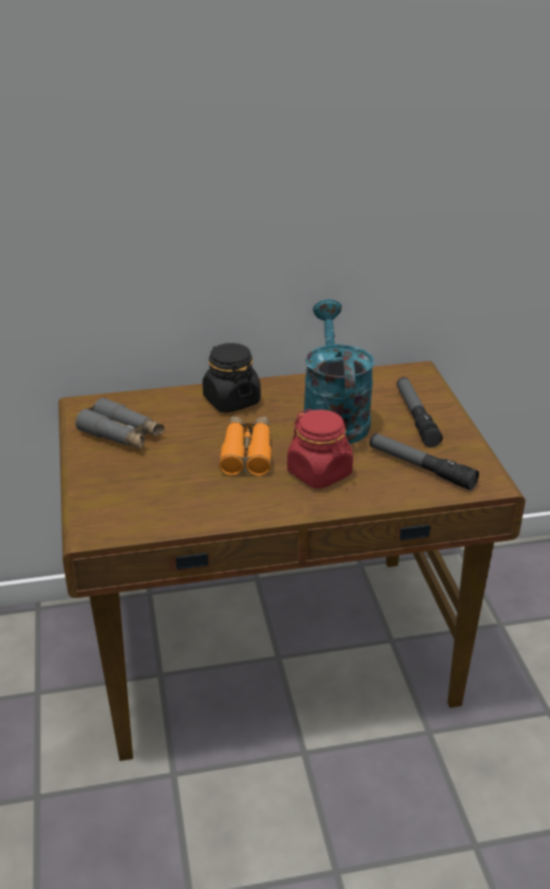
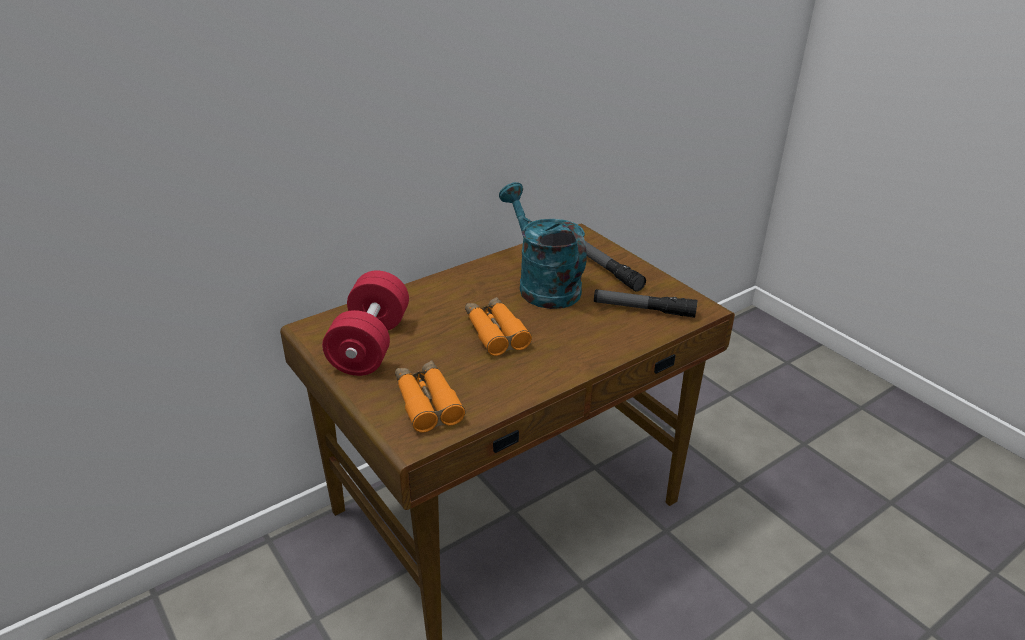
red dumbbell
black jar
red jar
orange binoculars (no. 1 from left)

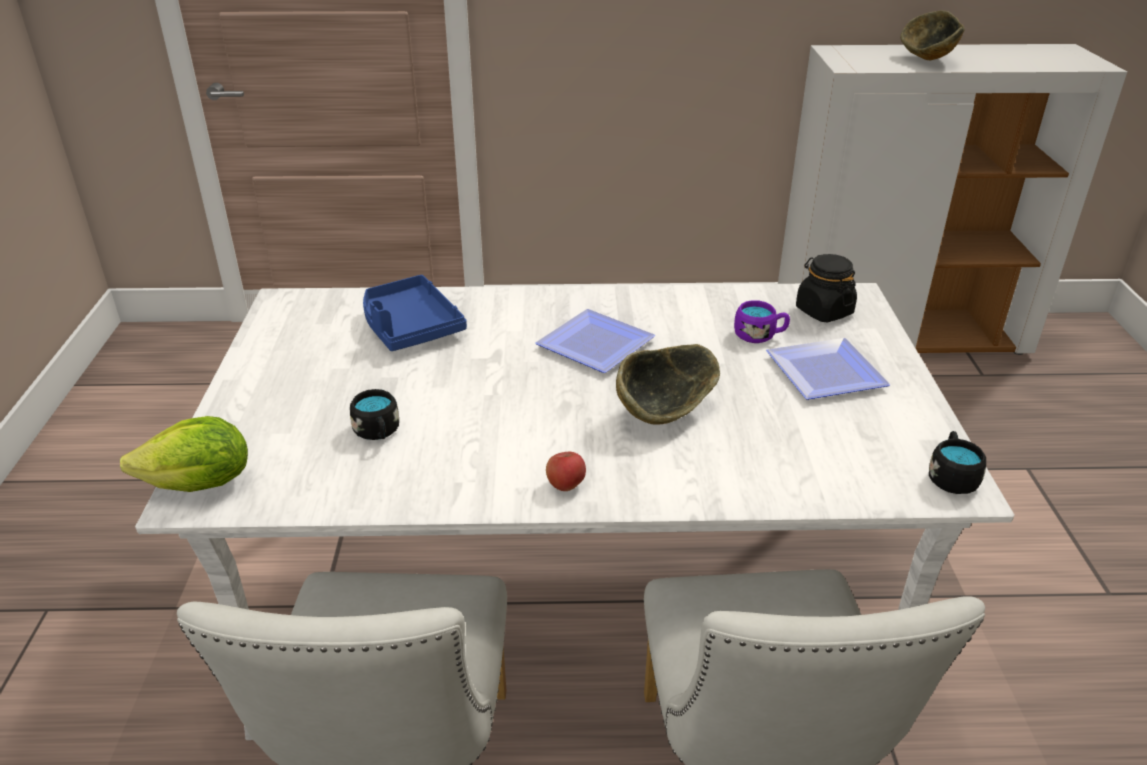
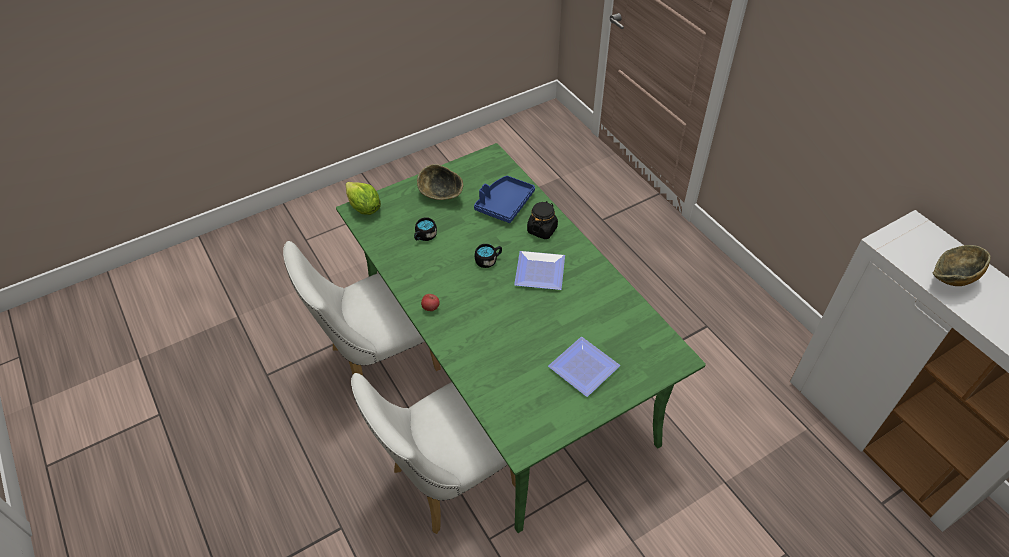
green dining table
bowl (no. 1 from left)
purple mug
black jar
black mug (no. 2 from left)

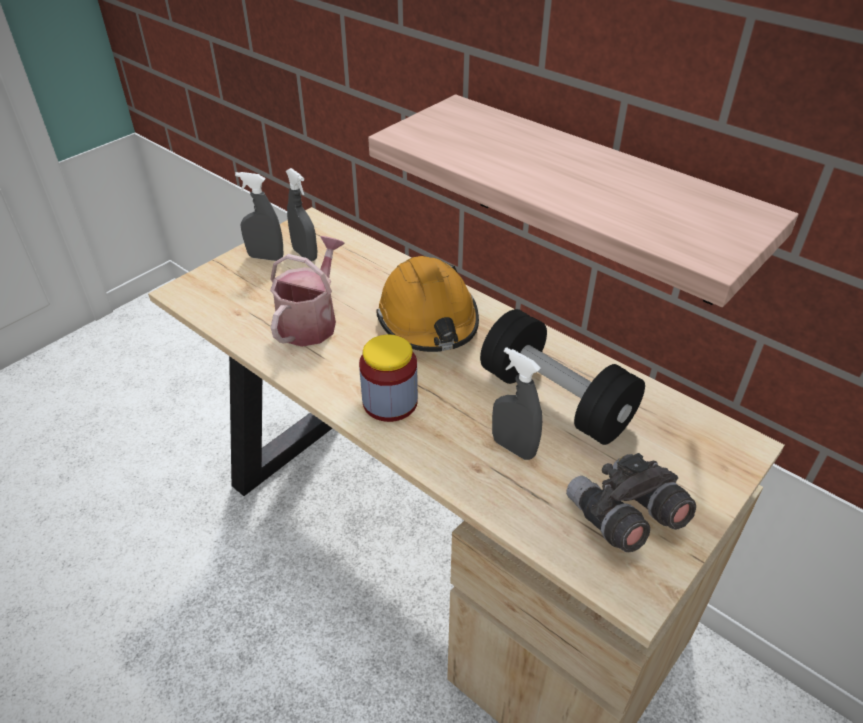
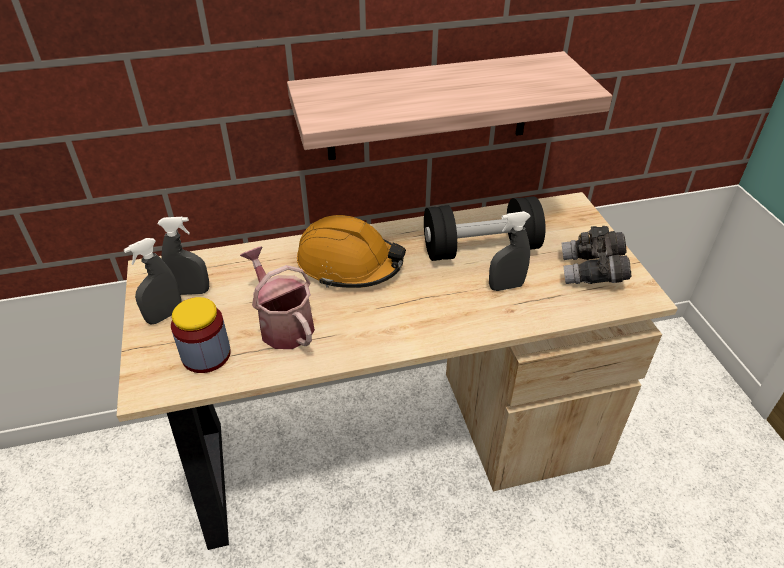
jar

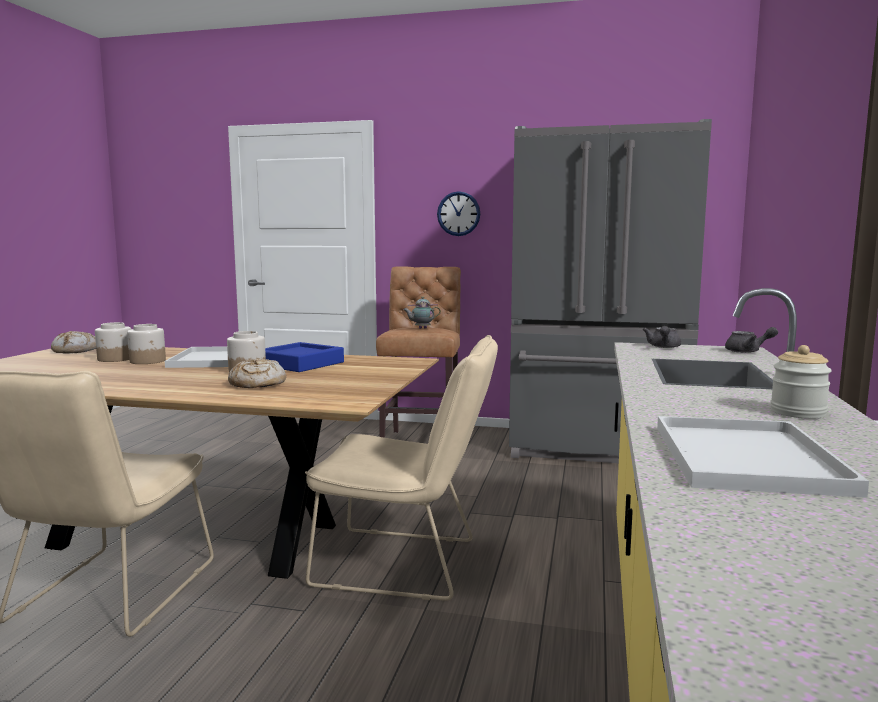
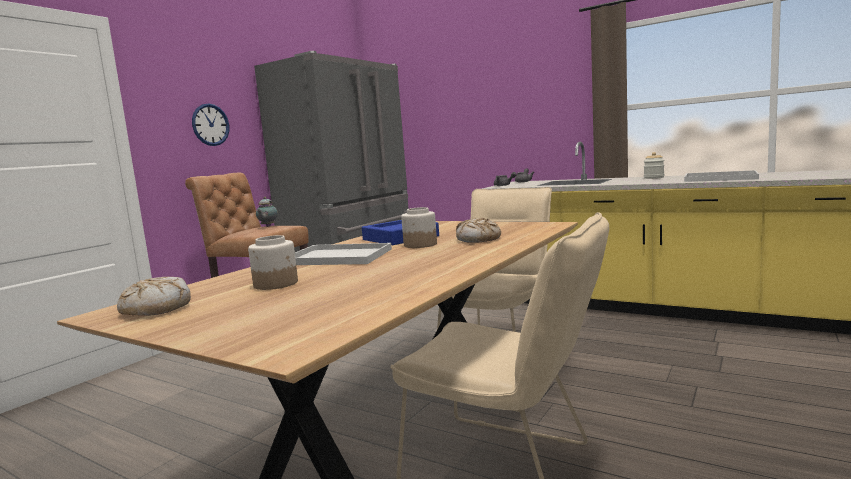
jar (no. 2 from left in the first image)

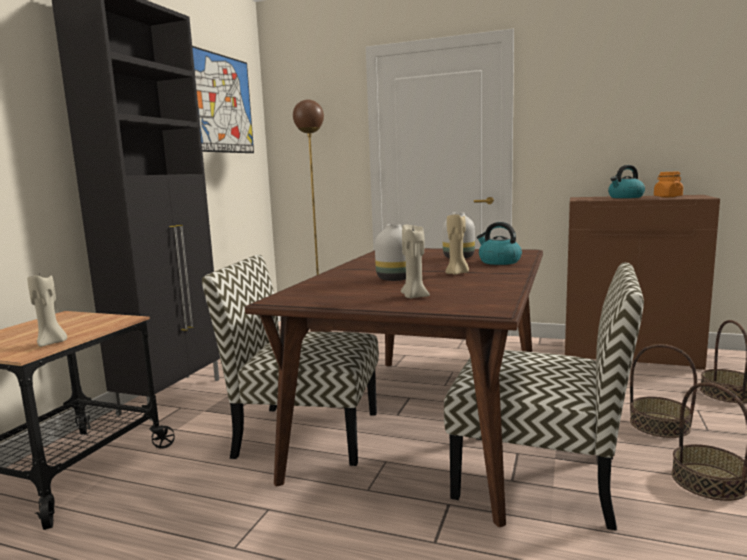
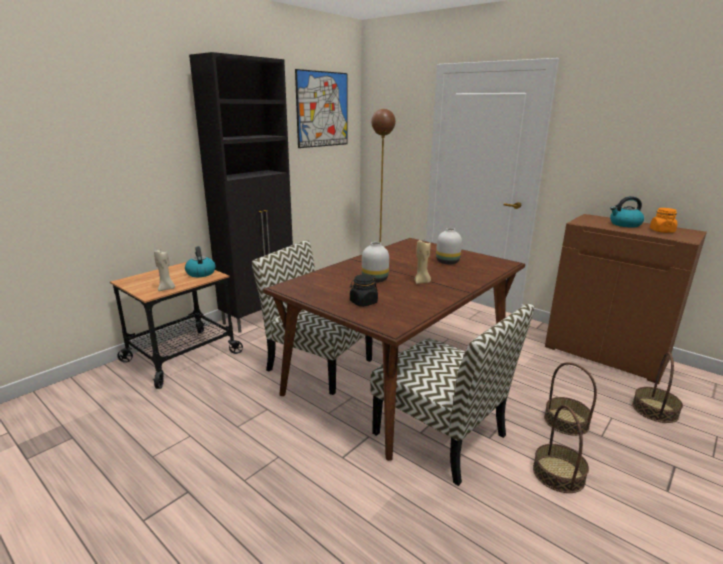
black jar
kettle (no. 1 from left)

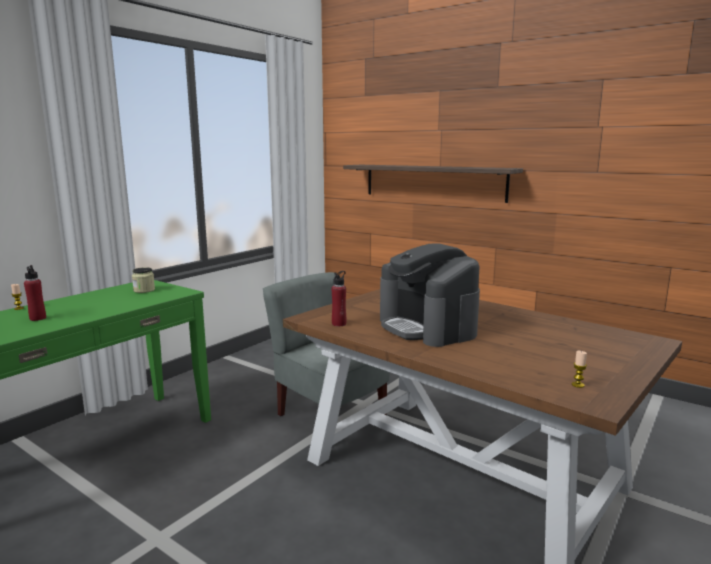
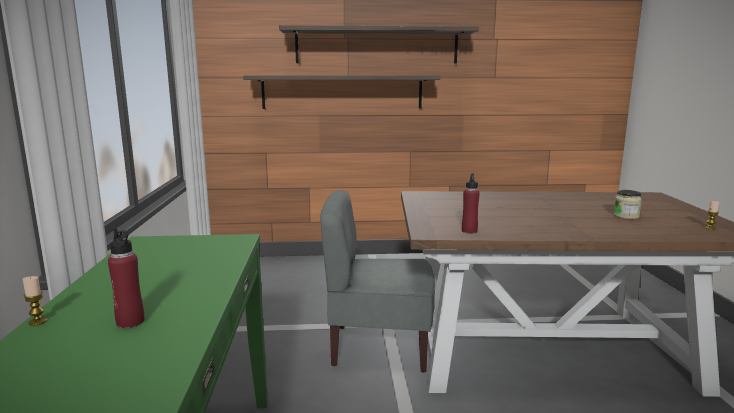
jar
coffee machine
shelf (no. 2 from left)

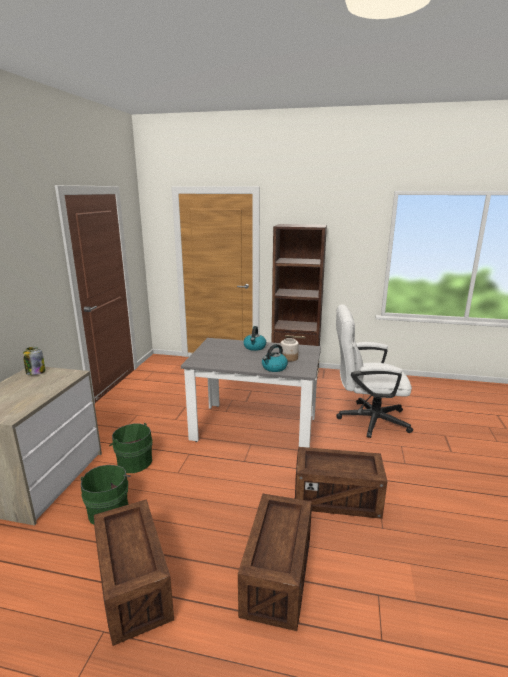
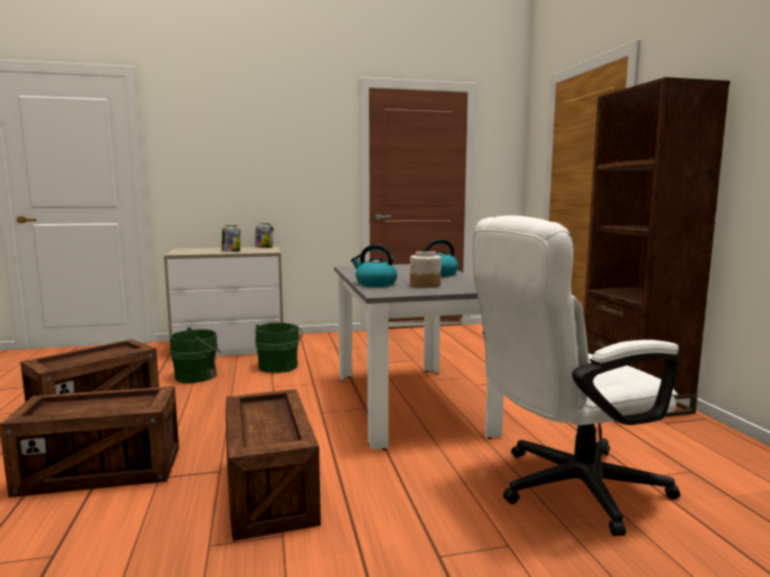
white office chair
jar (no. 1 from left)

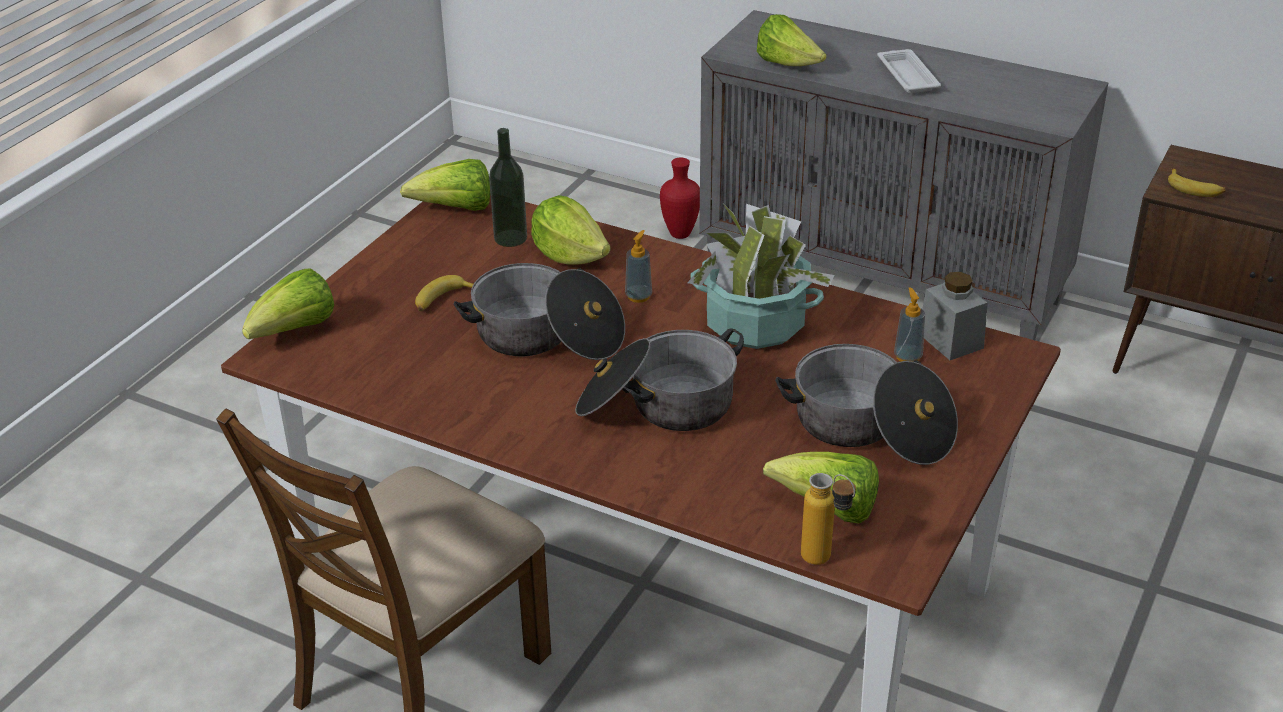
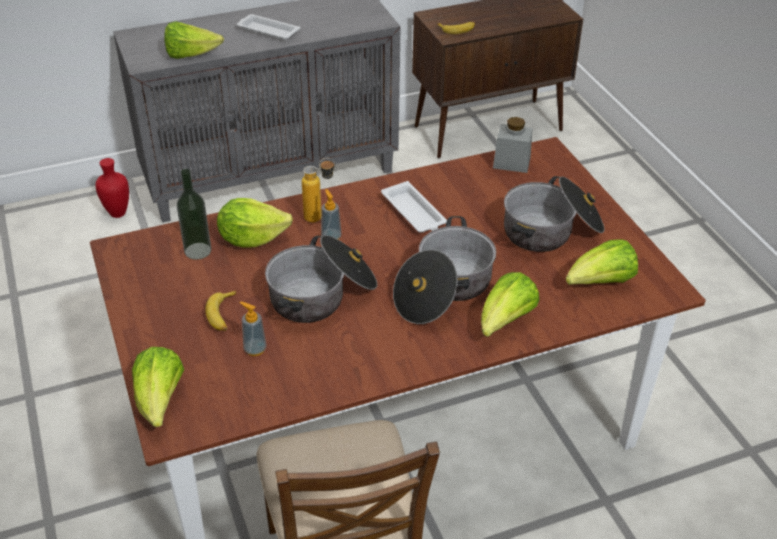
lettuce (no. 4 from left)
white tray (no. 2 from left)
bottle (no. 2 from left)
soap dispenser (no. 1 from left)

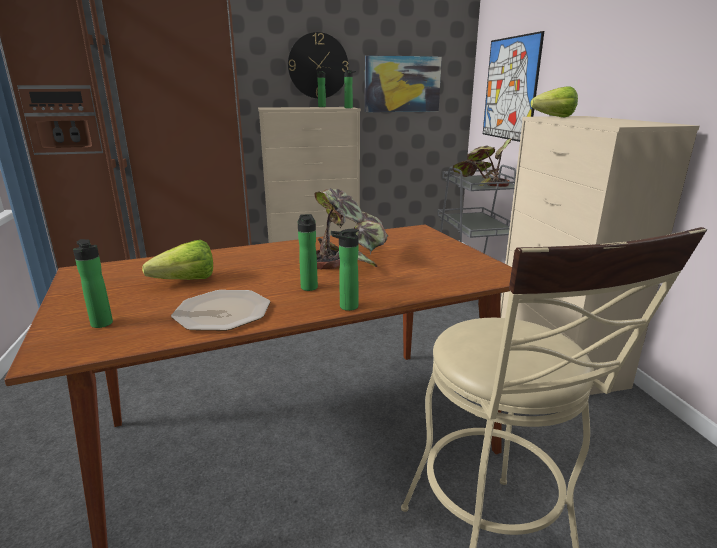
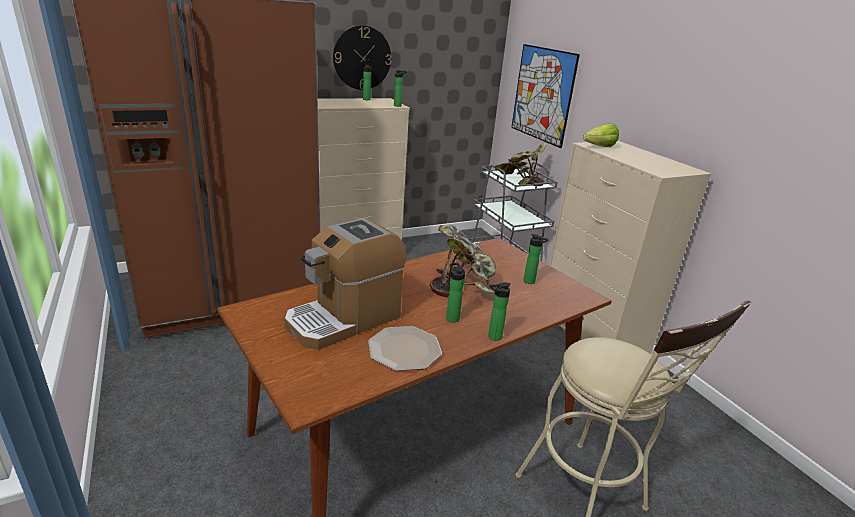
bottle (no. 5 from left)
coffee machine
picture (no. 1 from left in the first image)

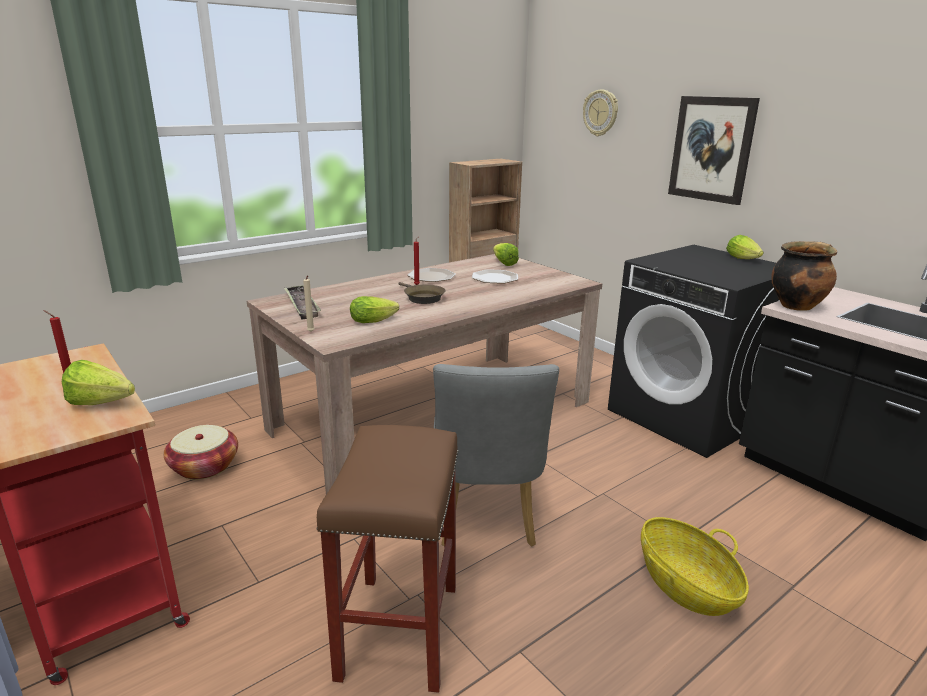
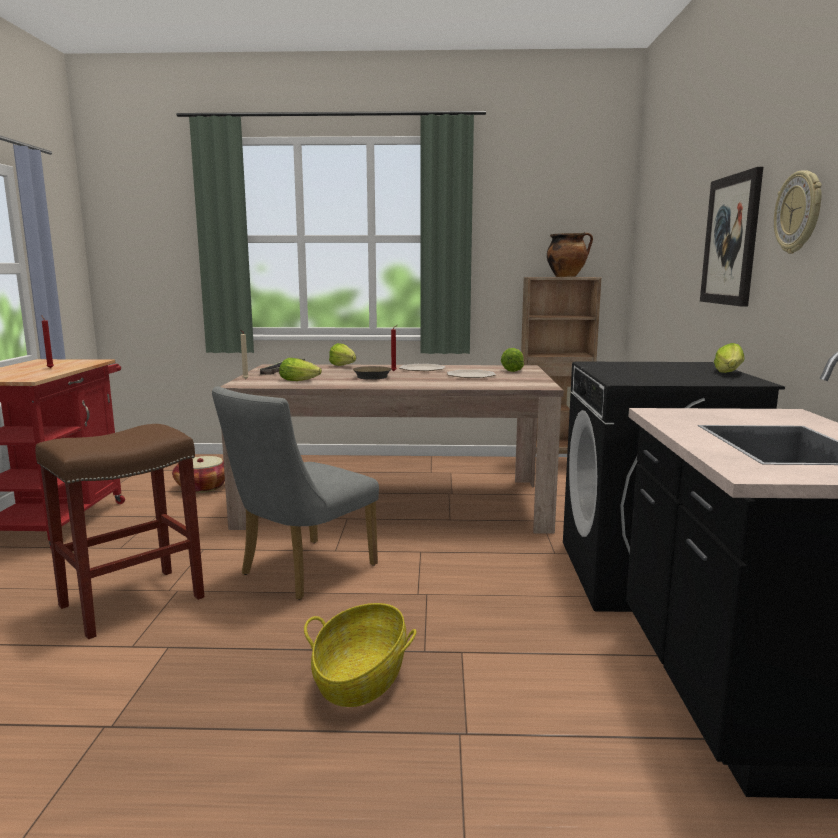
lettuce (no. 2 from left)
wall clock
cooking pot

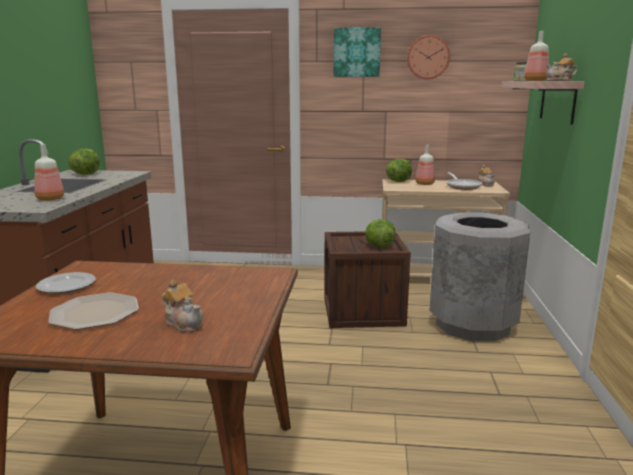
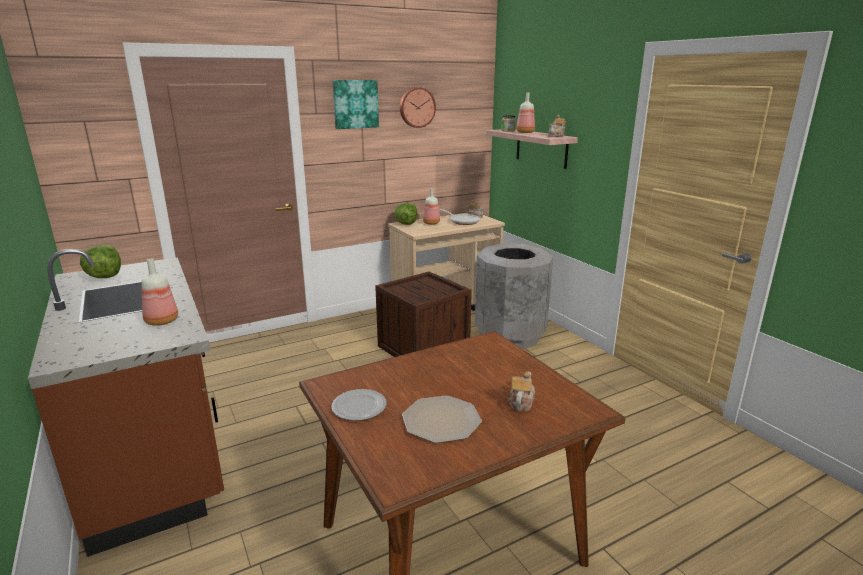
teapot (no. 2 from left)
lettuce (no. 2 from left in the first image)

